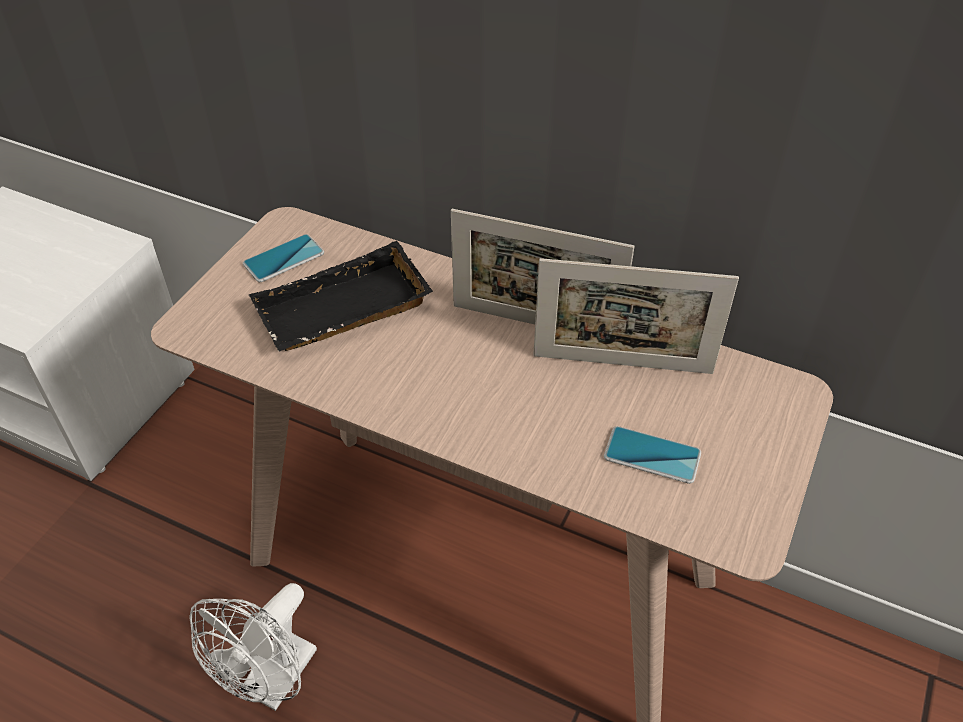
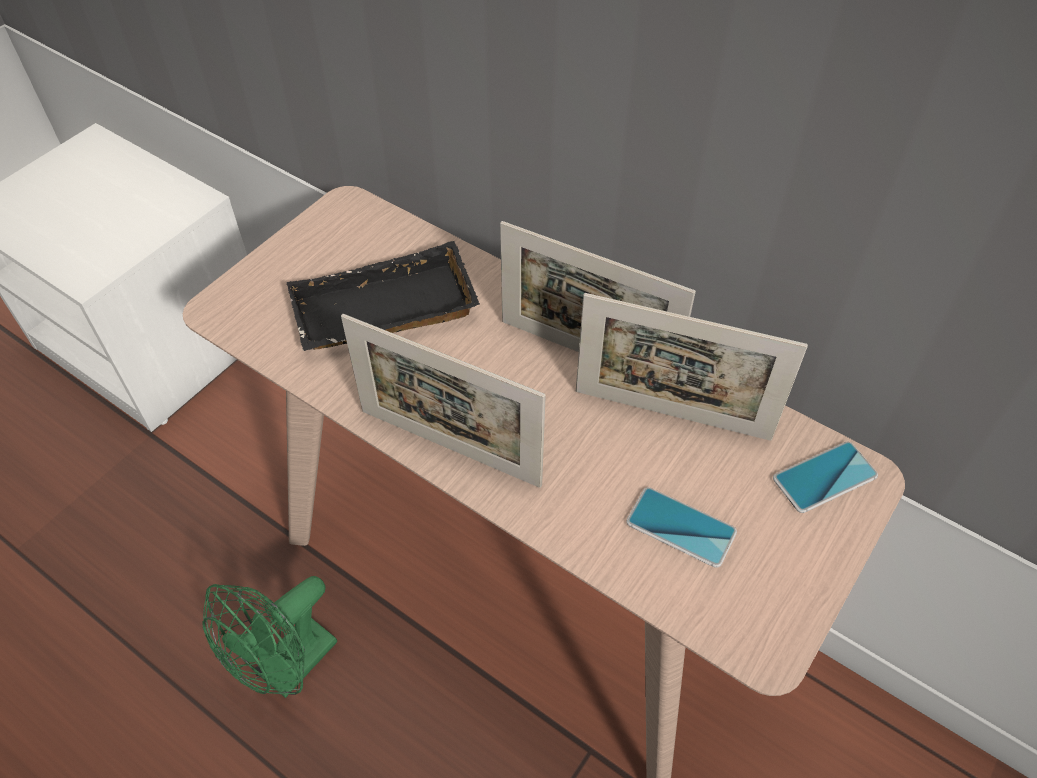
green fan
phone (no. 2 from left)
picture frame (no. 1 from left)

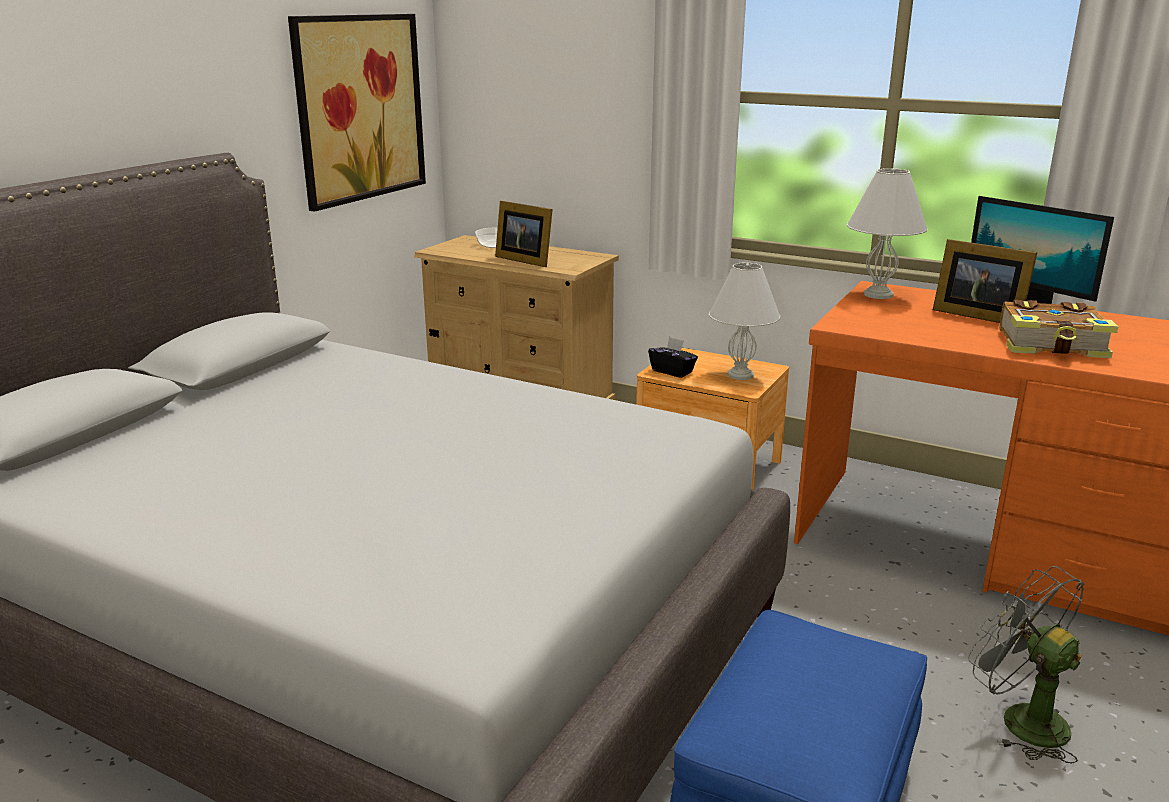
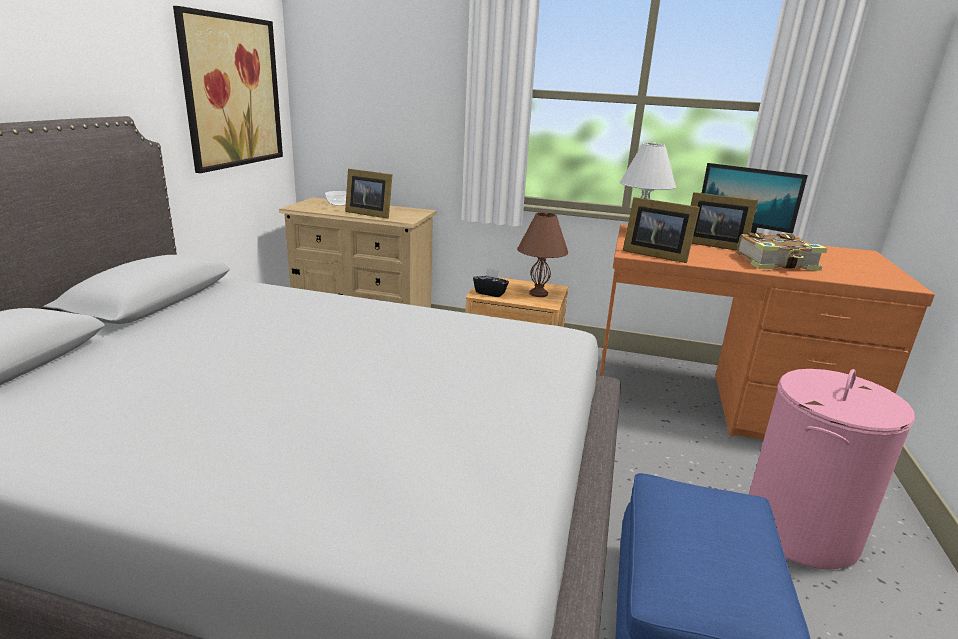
brown table lamp
pink laundry basket
picture frame (no. 2 from left)

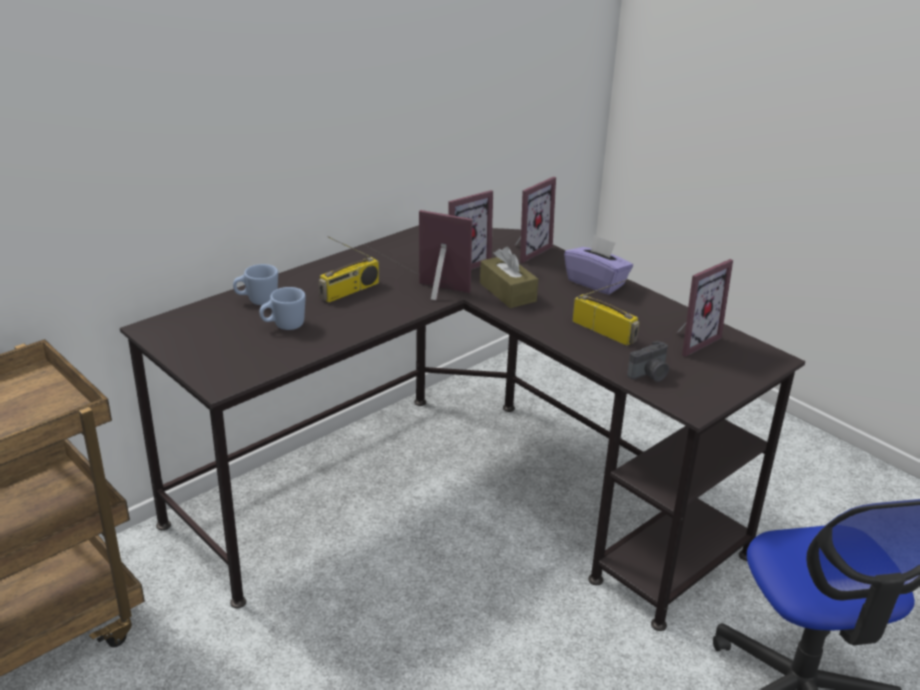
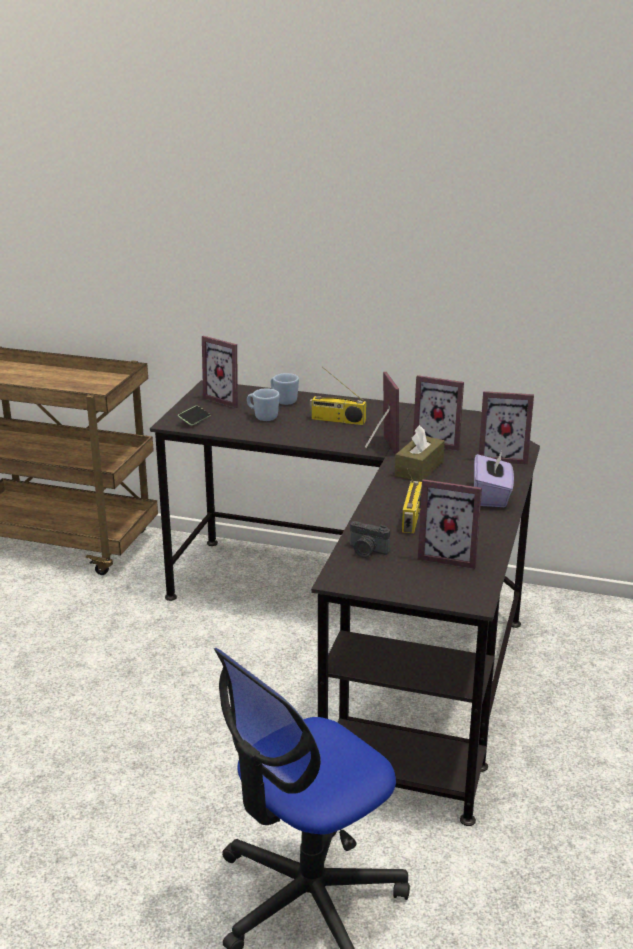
phone
picture frame (no. 1 from left)

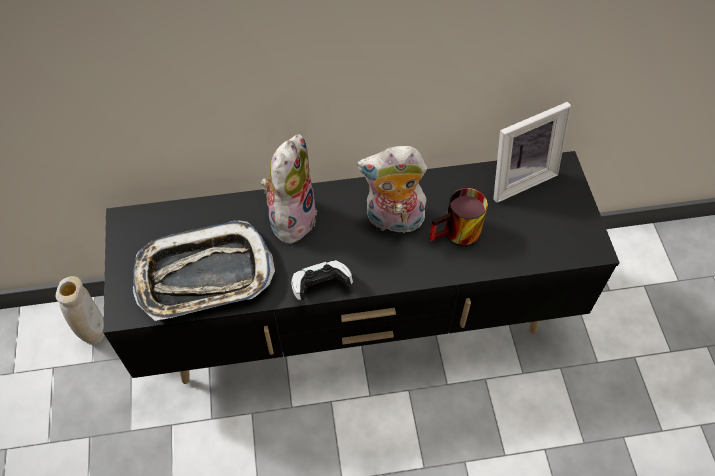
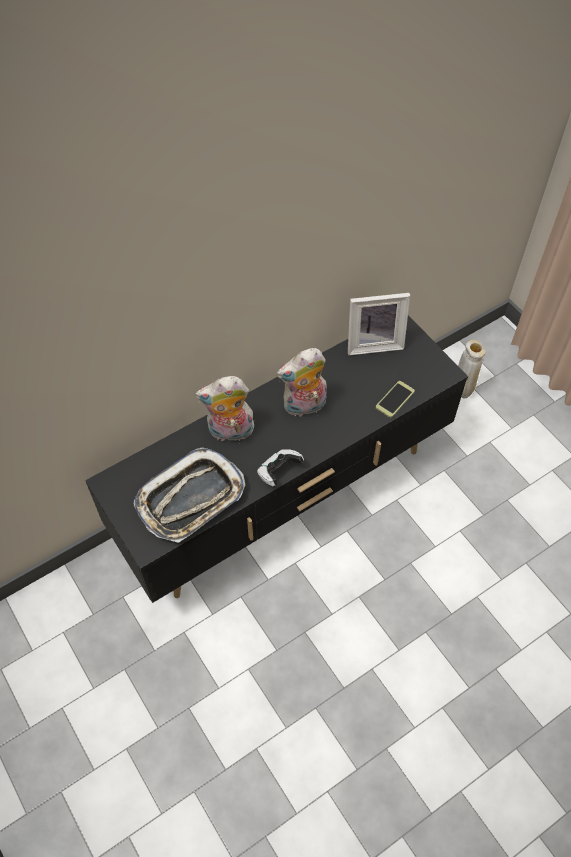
beige vase
plush toy (no. 1 from left)
mug
picture frame
phone

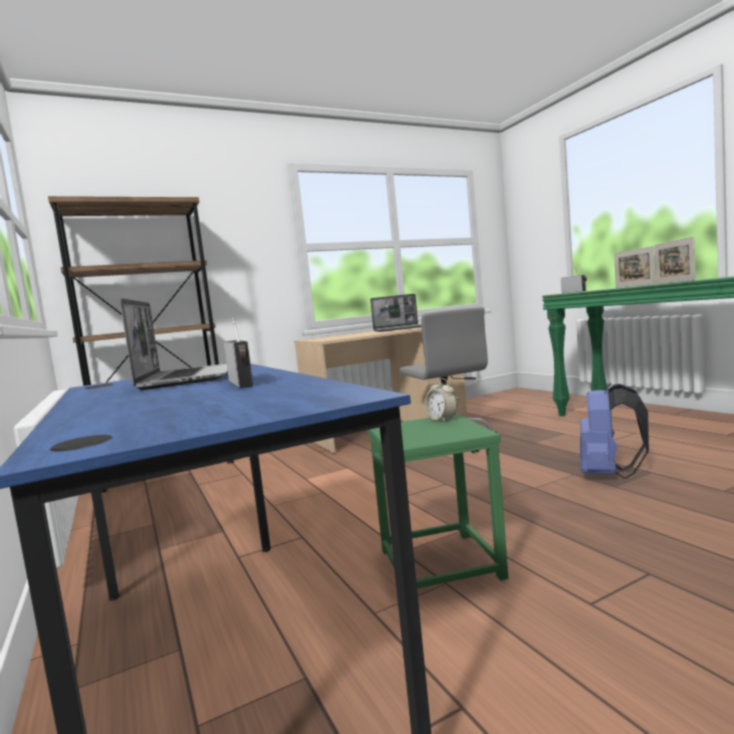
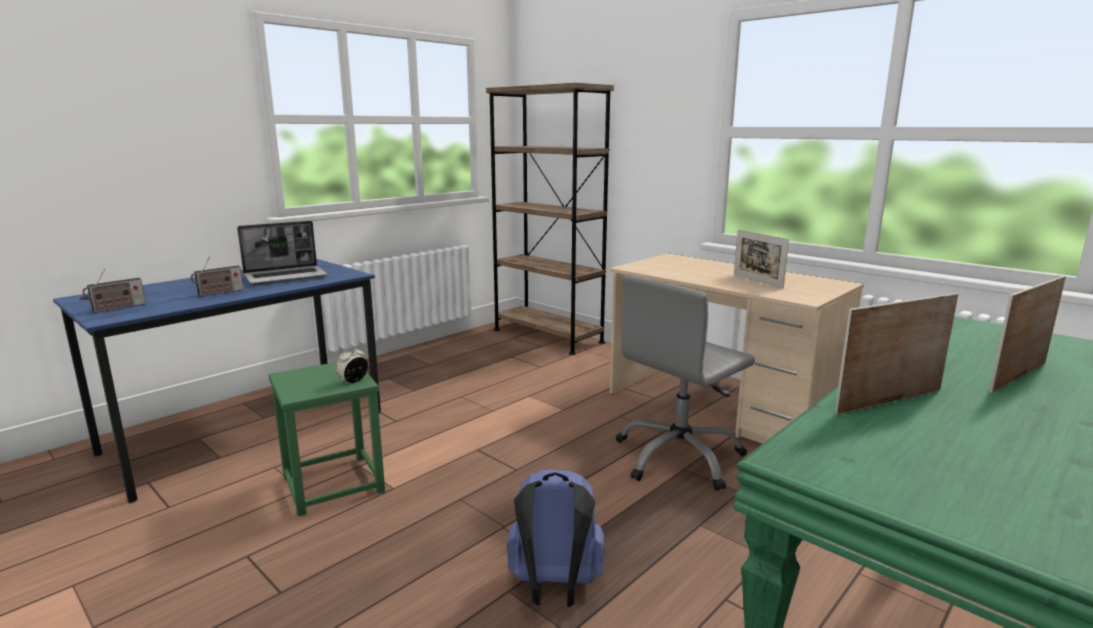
picture frame (no. 1 from left)
radio (no. 1 from left)

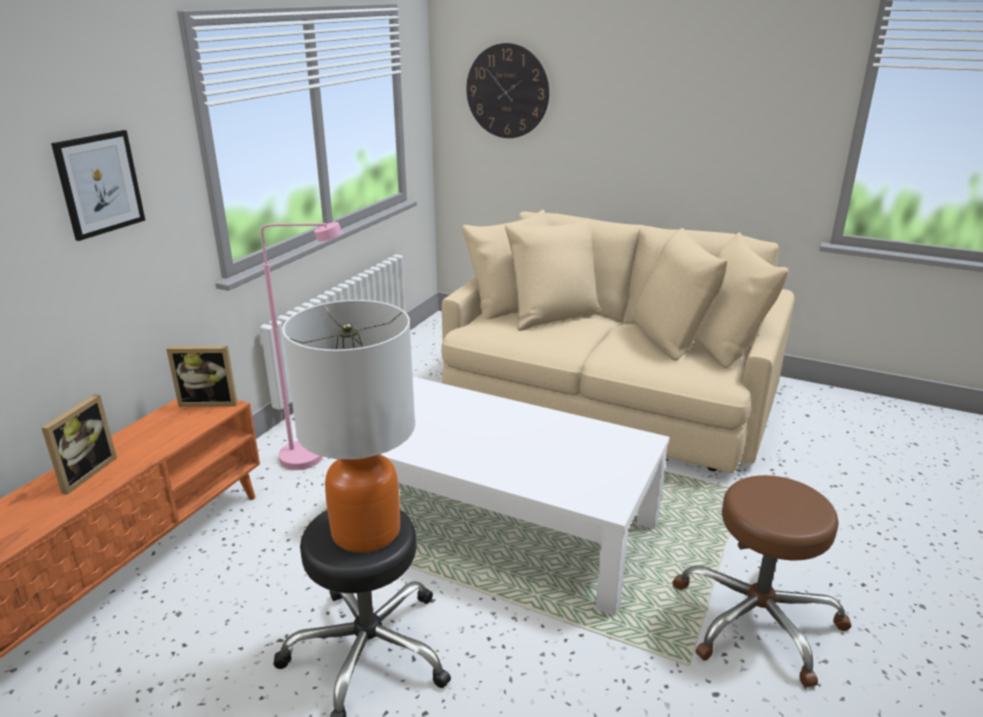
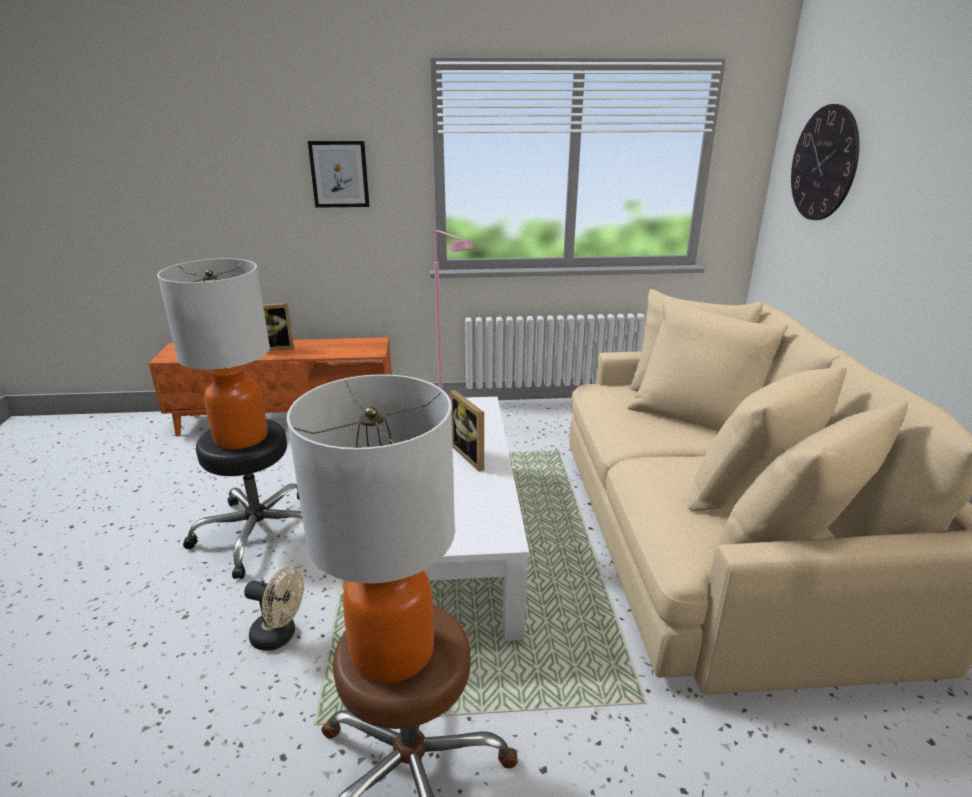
picture frame (no. 2 from left)
beige fan
table lamp (no. 2 from left)

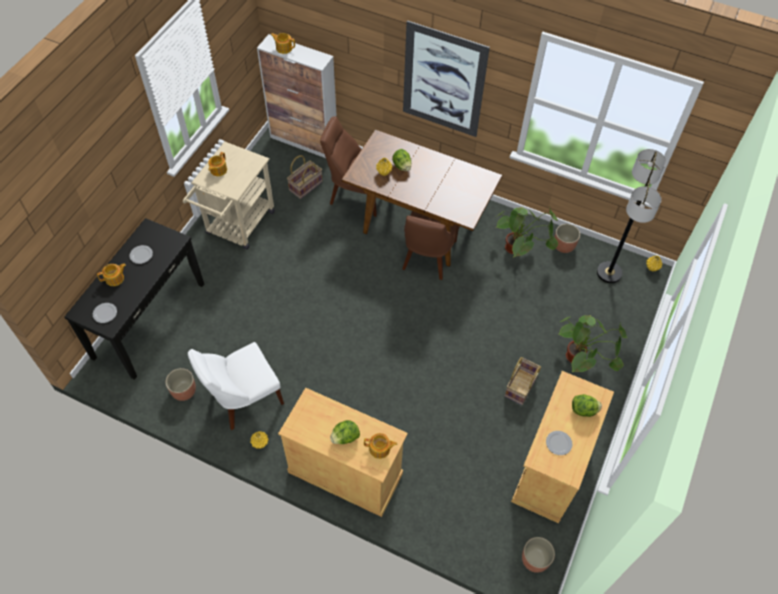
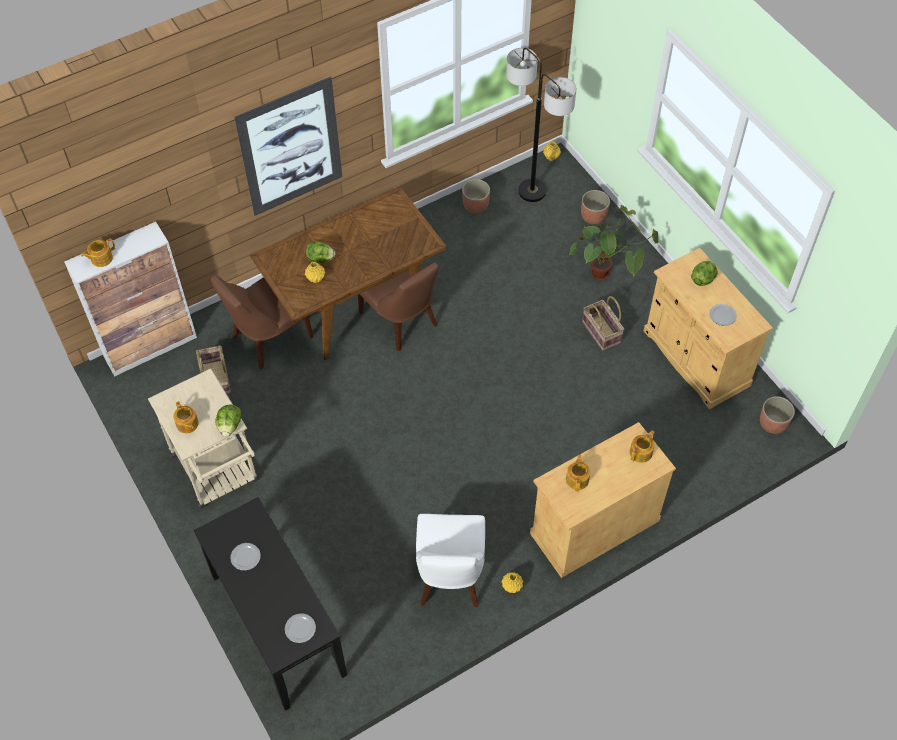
teapot (no. 3 from left)
planter (no. 2 from left)
lettuce (no. 1 from left)
potted plant (no. 1 from left in the first image)

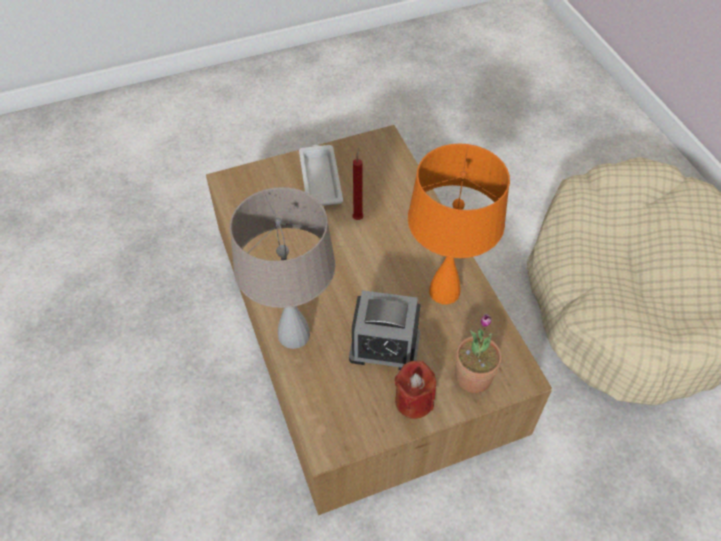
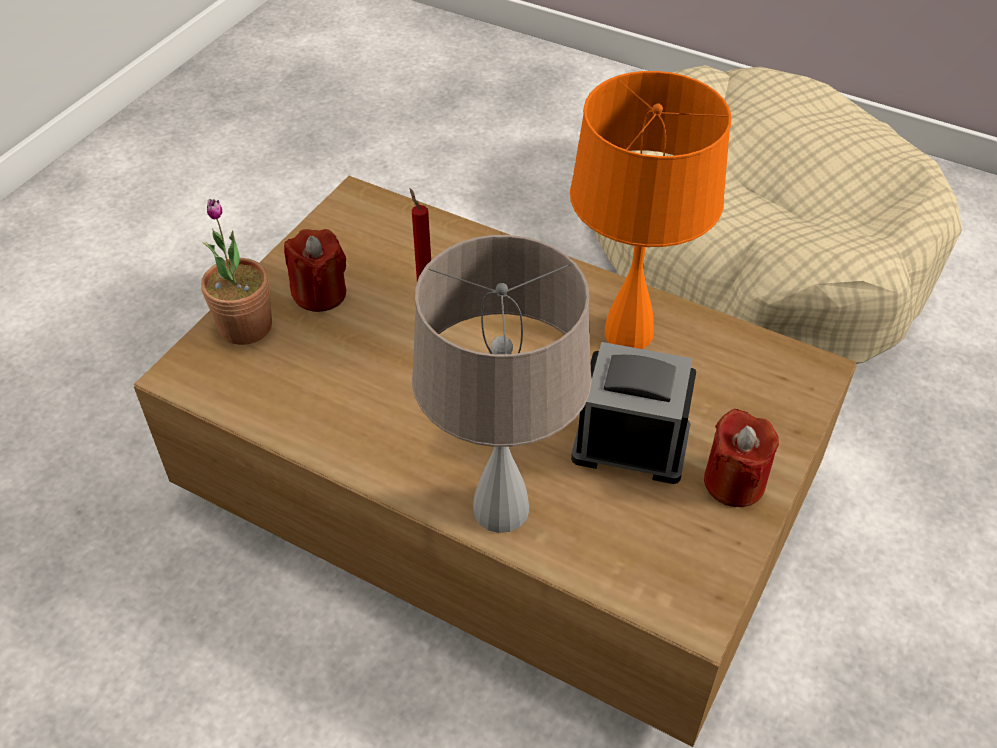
red candle (no. 1 from left)
alarm clock
potted plant

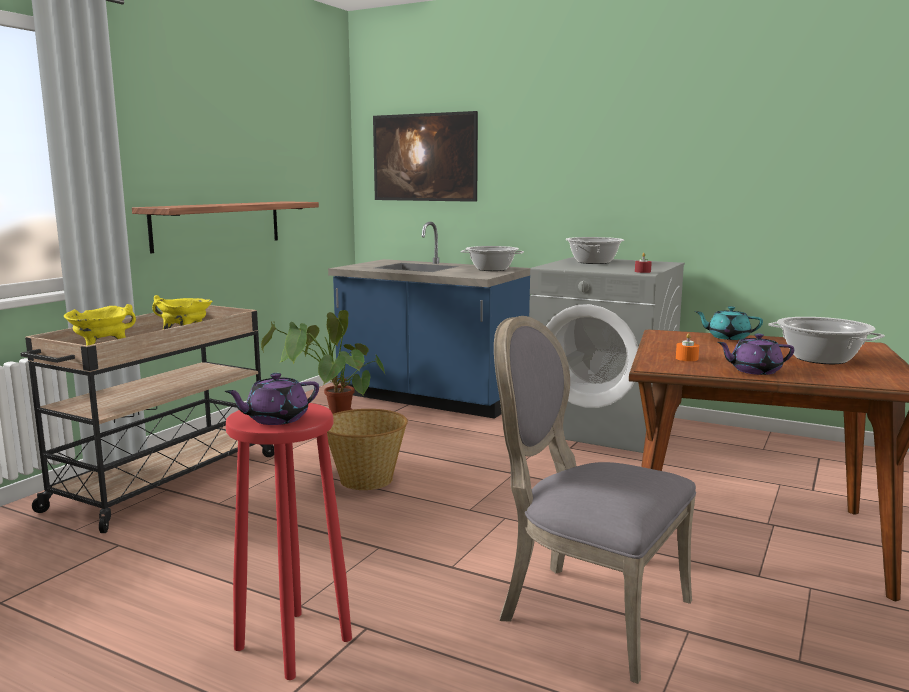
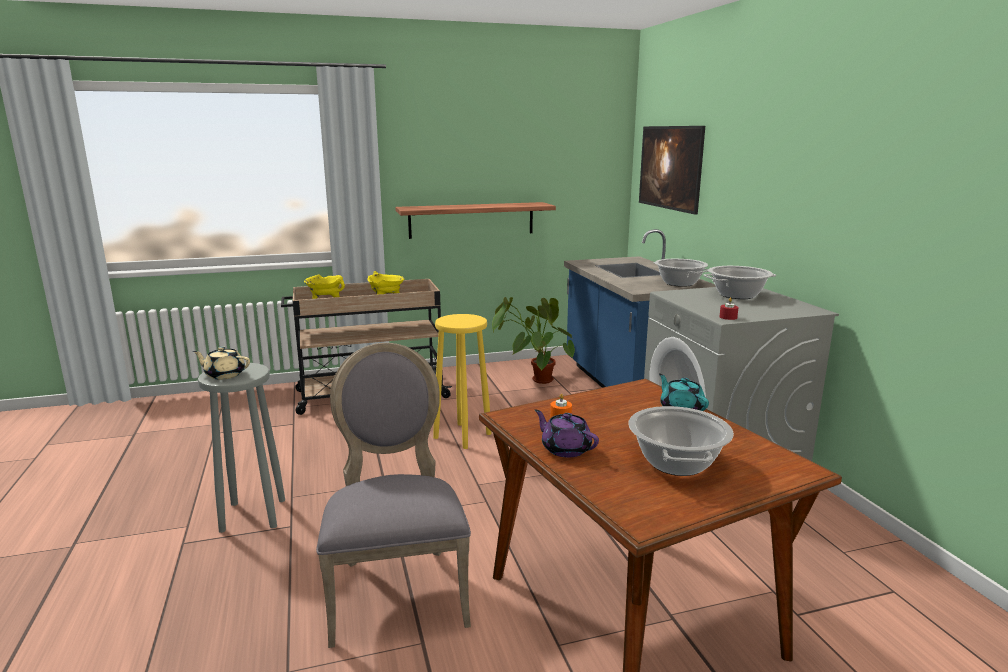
beige teapot
grey stool
yellow stool

